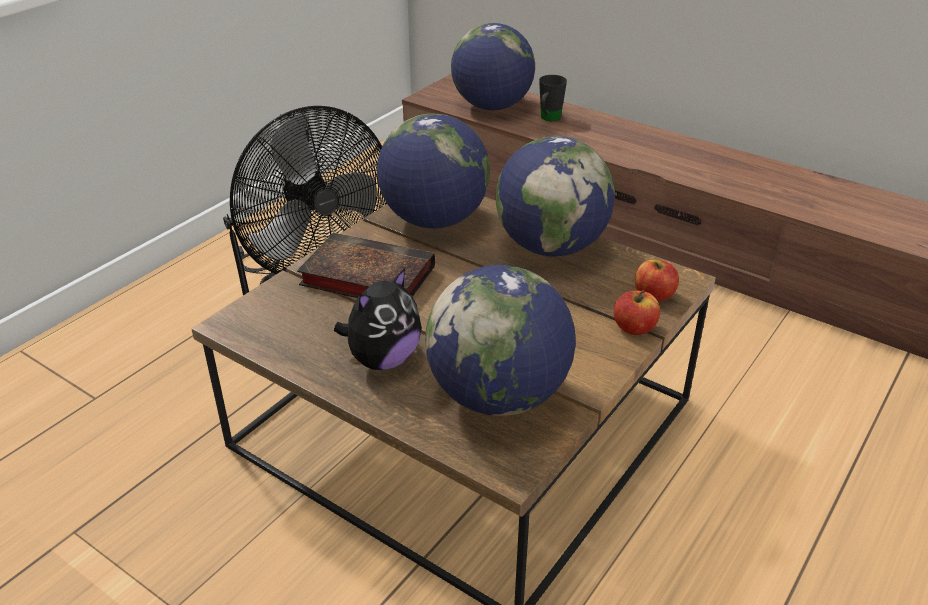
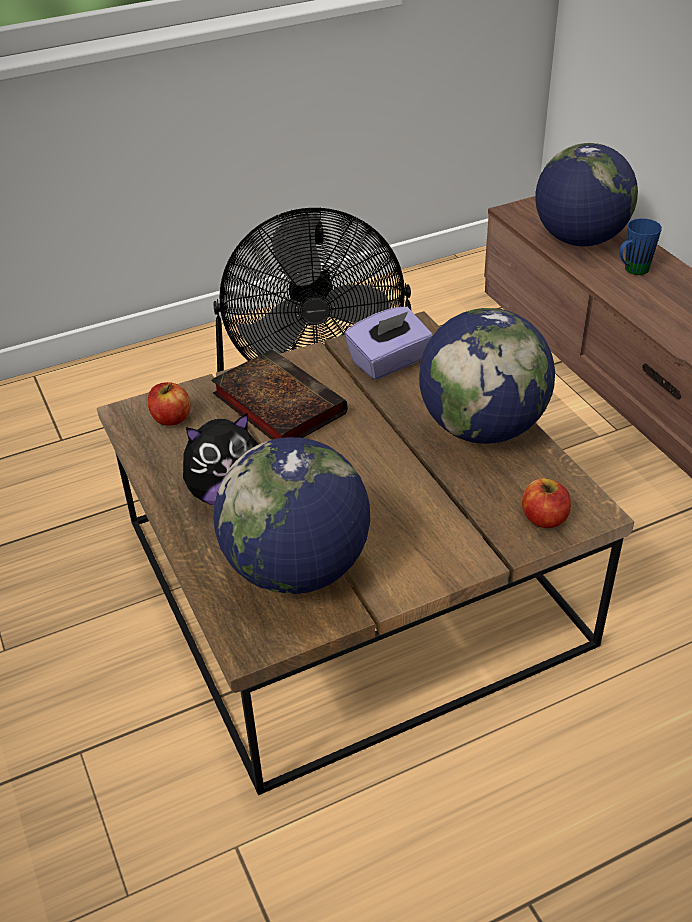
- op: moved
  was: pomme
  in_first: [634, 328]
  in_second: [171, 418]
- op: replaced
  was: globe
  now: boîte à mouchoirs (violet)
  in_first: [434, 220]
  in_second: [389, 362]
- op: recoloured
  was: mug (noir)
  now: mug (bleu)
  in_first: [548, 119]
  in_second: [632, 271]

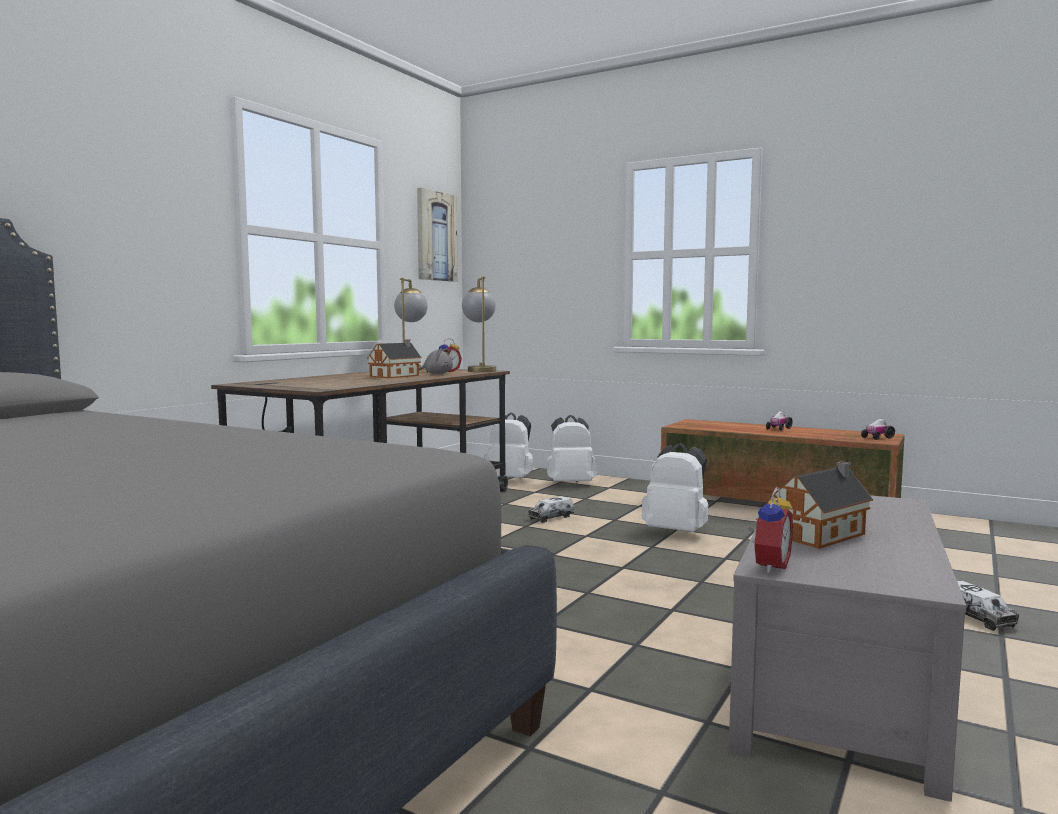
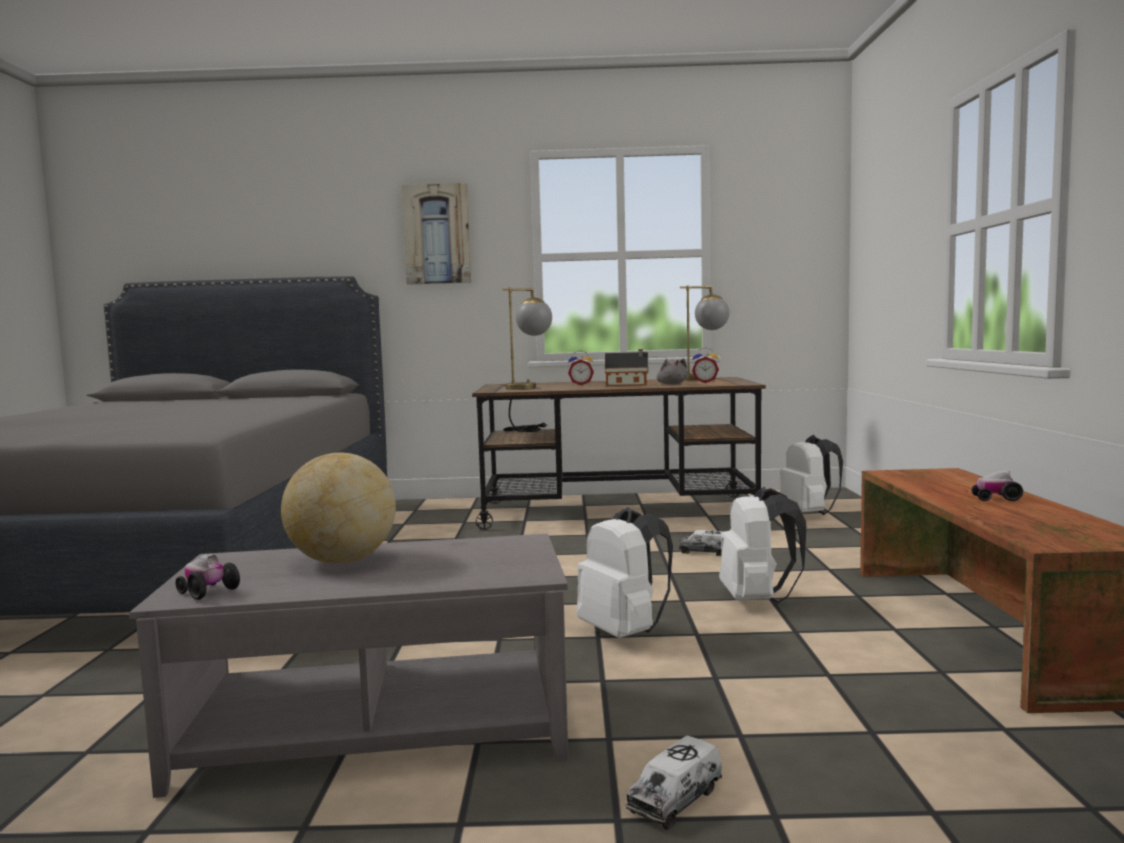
- op: moved
  was: tableau
  in_first: [436, 236]
  in_second: [437, 234]
- op: moved
  was: lampe de table
  in_first: [480, 370]
  in_second: [529, 387]
- op: moved
  was: sac à dos (blanc)
  in_first: [570, 484]
  in_second: [624, 632]
- op: moved
  was: réveil
  in_first: [768, 566]
  in_second: [581, 384]
- op: moved
  was: petite voiture
  in_first: [877, 438]
  in_second: [207, 592]
- op: replaced
  was: maison miniature
  now: globe
  in_first: [821, 534]
  in_second: [342, 561]

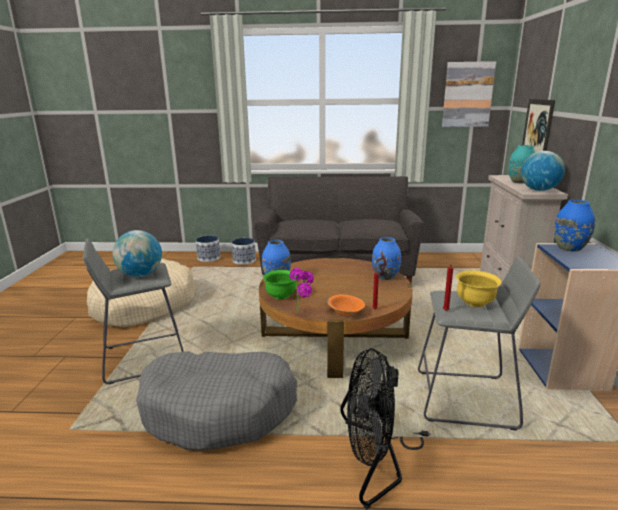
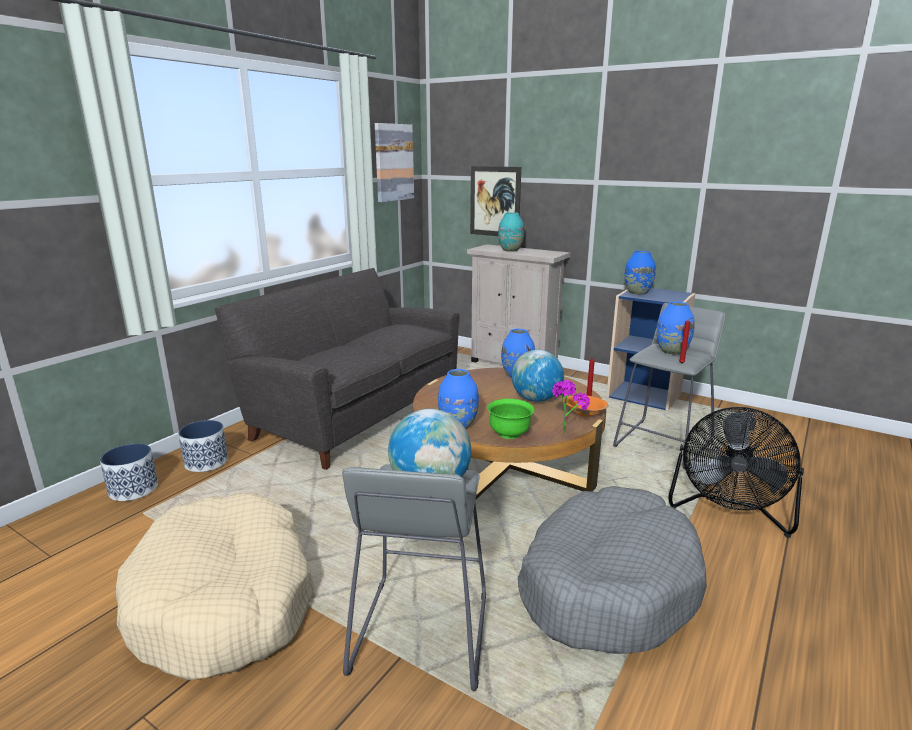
- op: moved
  was: globe
  in_first: [539, 190]
  in_second: [536, 399]
- op: replaced
  was: bol (jaune)
  now: vase (bleu)
  in_first: [475, 303]
  in_second: [671, 351]

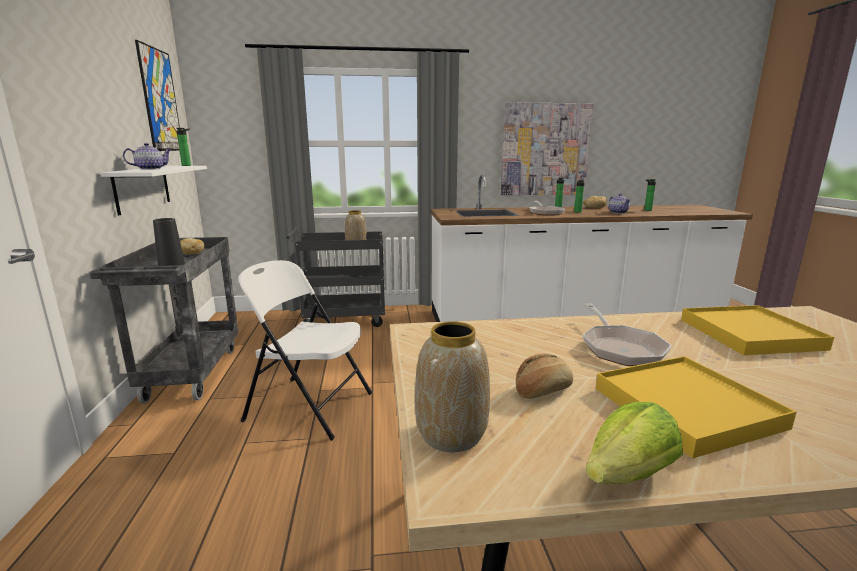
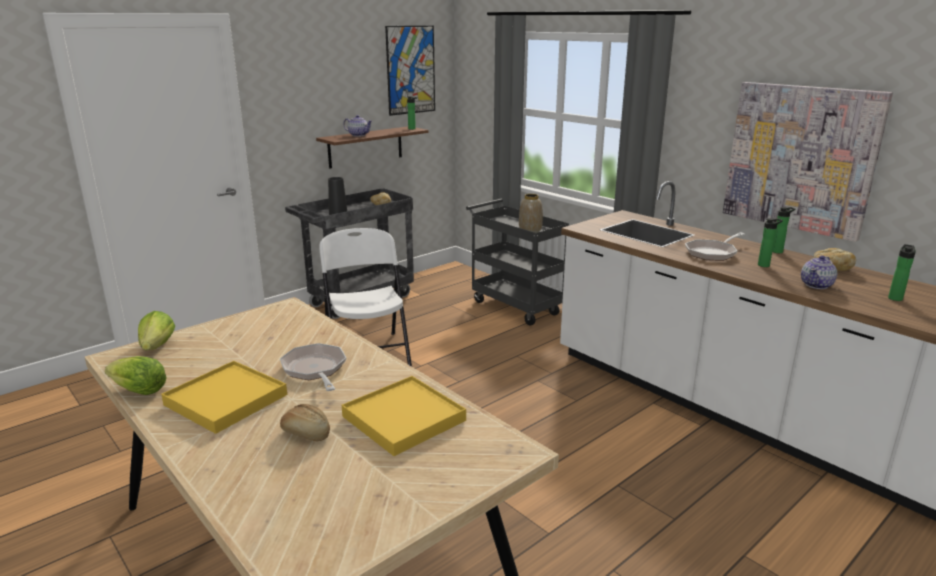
- op: moved
  was: pain
  in_first: [542, 390]
  in_second: [306, 433]
- op: replaced
  was: vase
  now: laitue
  in_first: [451, 434]
  in_second: [157, 346]
- op: recoloured
  was: étagère (blanc)
  now: étagère (marron)
  in_first: [142, 188]
  in_second: [365, 147]
- op: turned
  was: poêle
  in_first: [620, 348]
  in_second: [315, 370]
  clockwise: 105

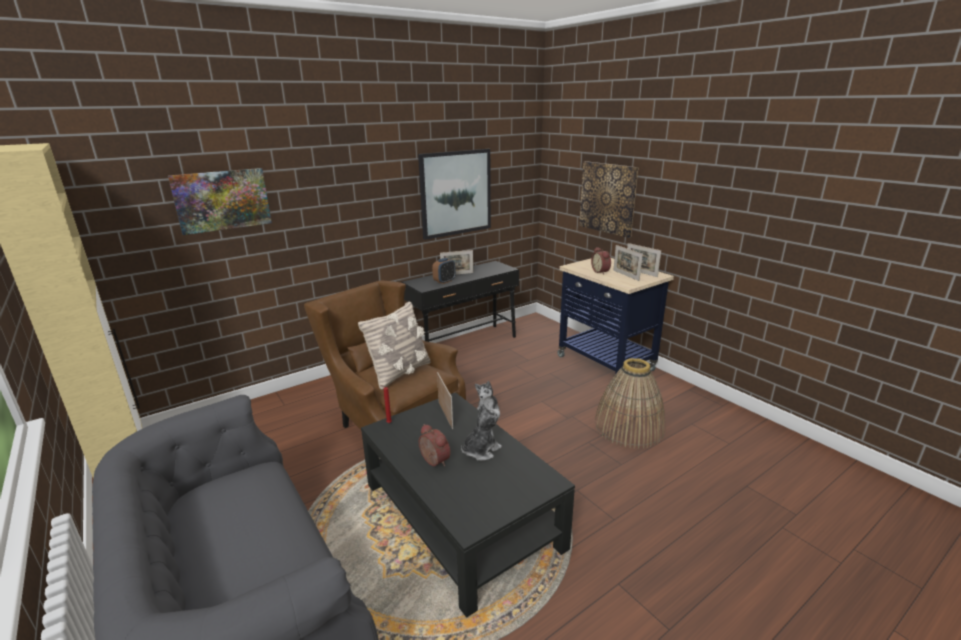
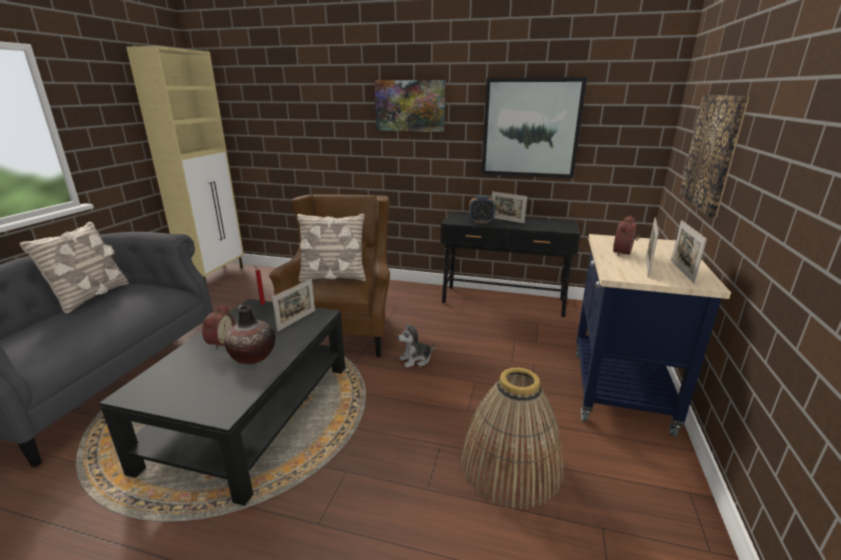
- op: added
  now: coussin (beige)
  in_second: [91, 297]
- op: moved
  was: tableau
  in_first: [222, 200]
  in_second: [410, 106]
- op: replaced
  was: peluche
  now: vase
  in_first: [481, 450]
  in_second: [253, 356]

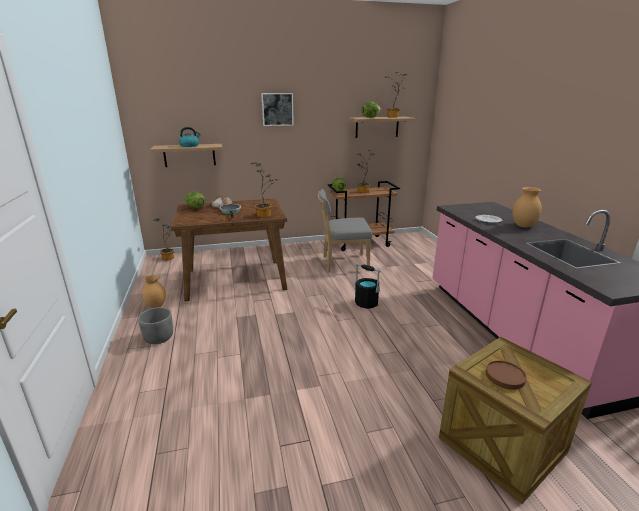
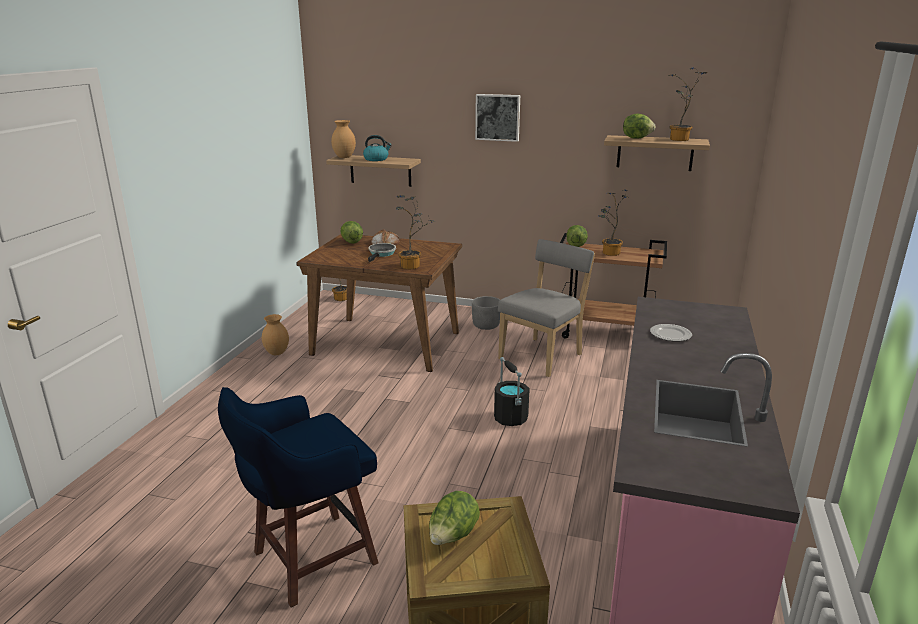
- op: added
  now: tabouret (bleu)
  in_second: [310, 560]
- op: moved
  was: cache-pot (gris)
  in_first: [158, 338]
  in_second: [486, 326]
- op: moved
  was: vase (marron)
  in_first: [523, 226]
  in_second: [344, 157]
- op: replaced
  was: assiette (marron)
  now: laitue
  in_first: [505, 376]
  in_second: [453, 537]
- op: turned
  was: chaise (gris)
  in_first: [343, 263]
  in_second: [543, 355]
  clockwise: 105

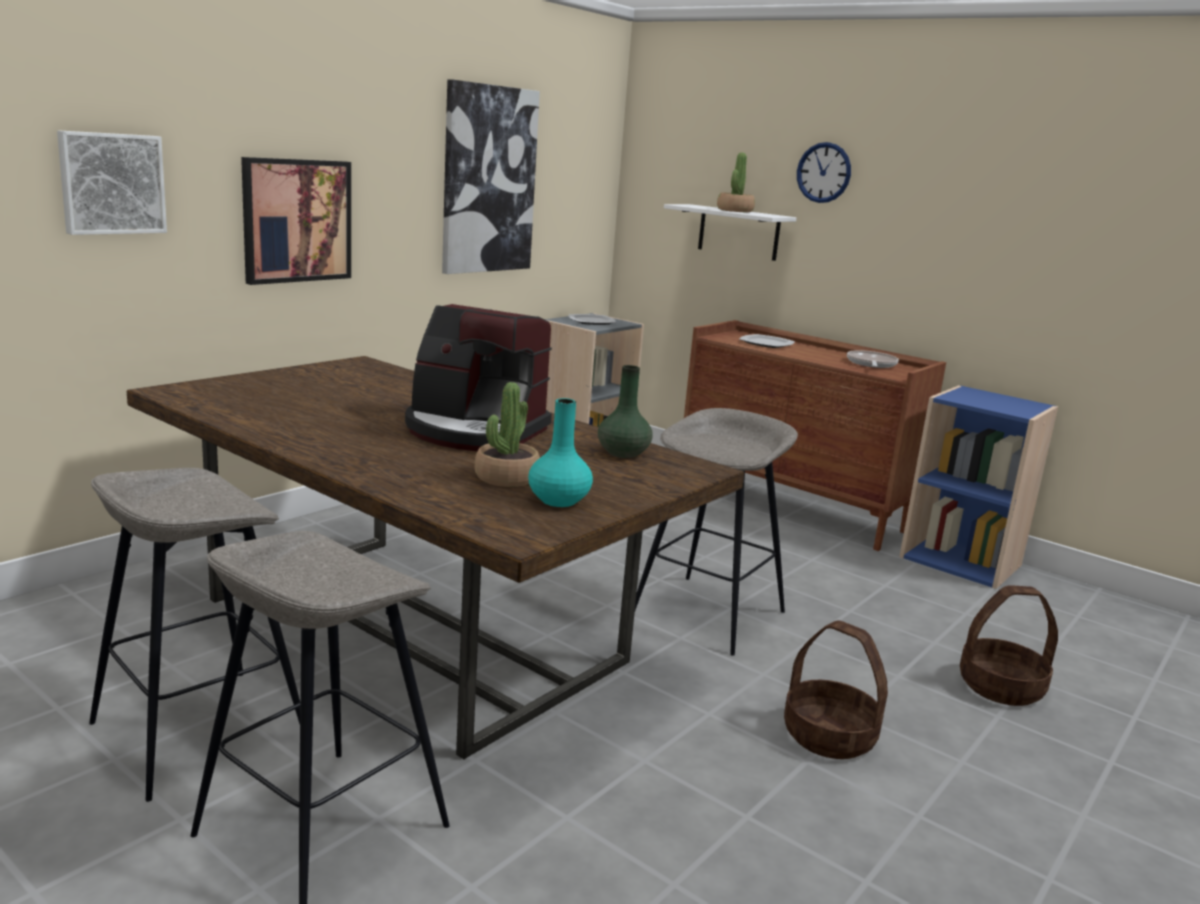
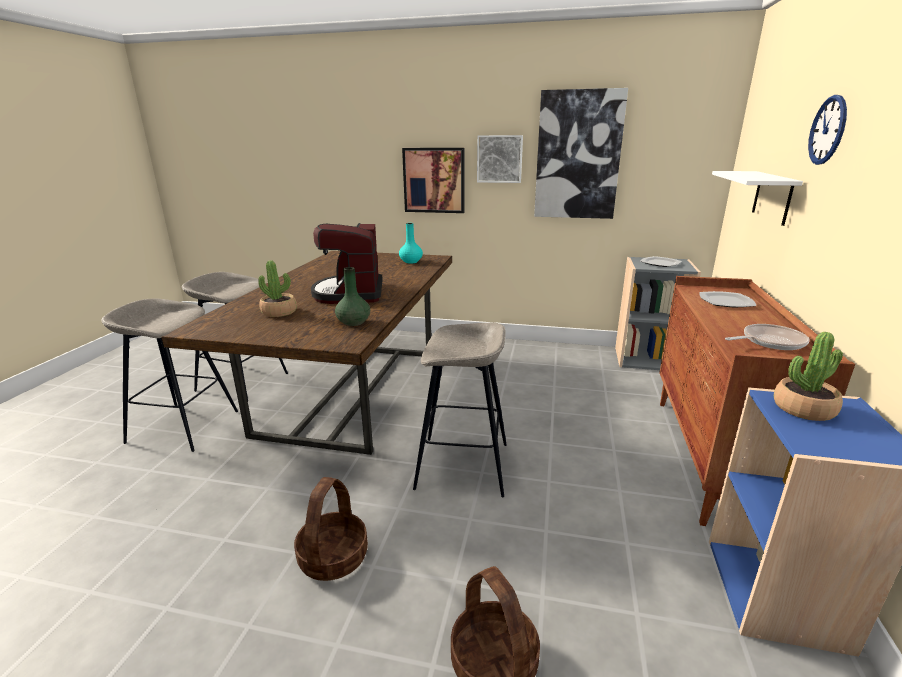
- op: moved
  was: tableau
  in_first: [111, 183]
  in_second: [499, 159]
- op: moved
  was: vase (turquoise)
  in_first: [558, 500]
  in_second: [411, 261]
- op: moved
  was: plante en pot
  in_first: [734, 210]
  in_second: [803, 408]

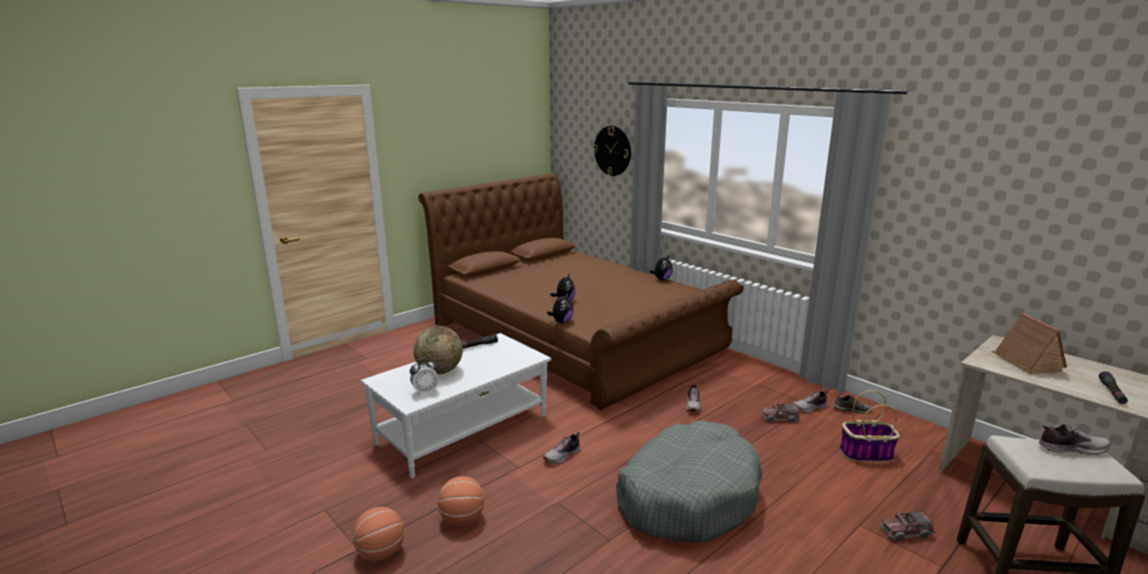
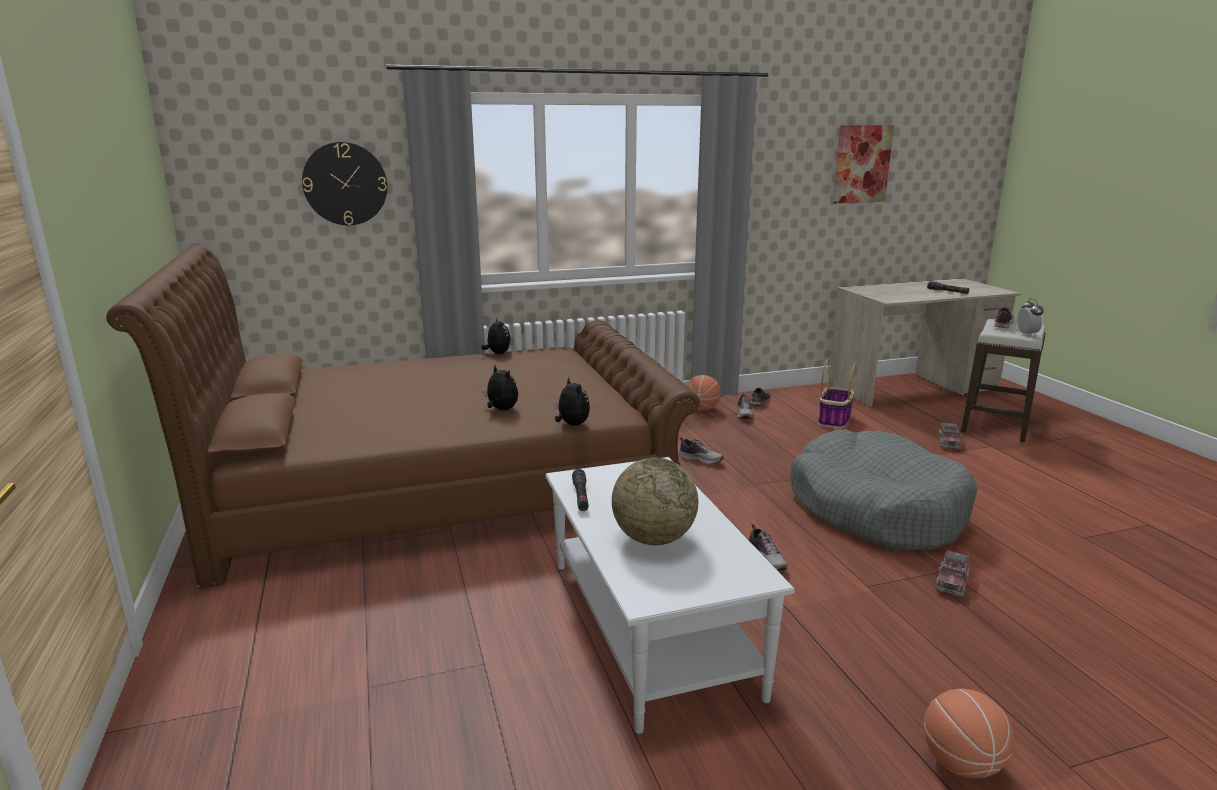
- op: removed
  was: maison miniature
  in_first: [1026, 362]
- op: added
  now: tableau
  in_second: [861, 164]
- op: moved
  was: réveil
  in_first: [425, 392]
  in_second: [1027, 334]
- op: moved
  was: ballon de basket
  in_first: [462, 519]
  in_second: [701, 409]
- op: moved
  was: camion jouet
  in_first: [780, 418]
  in_second: [951, 582]

